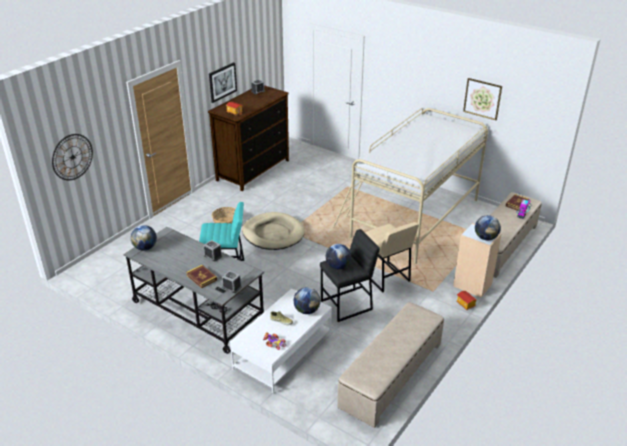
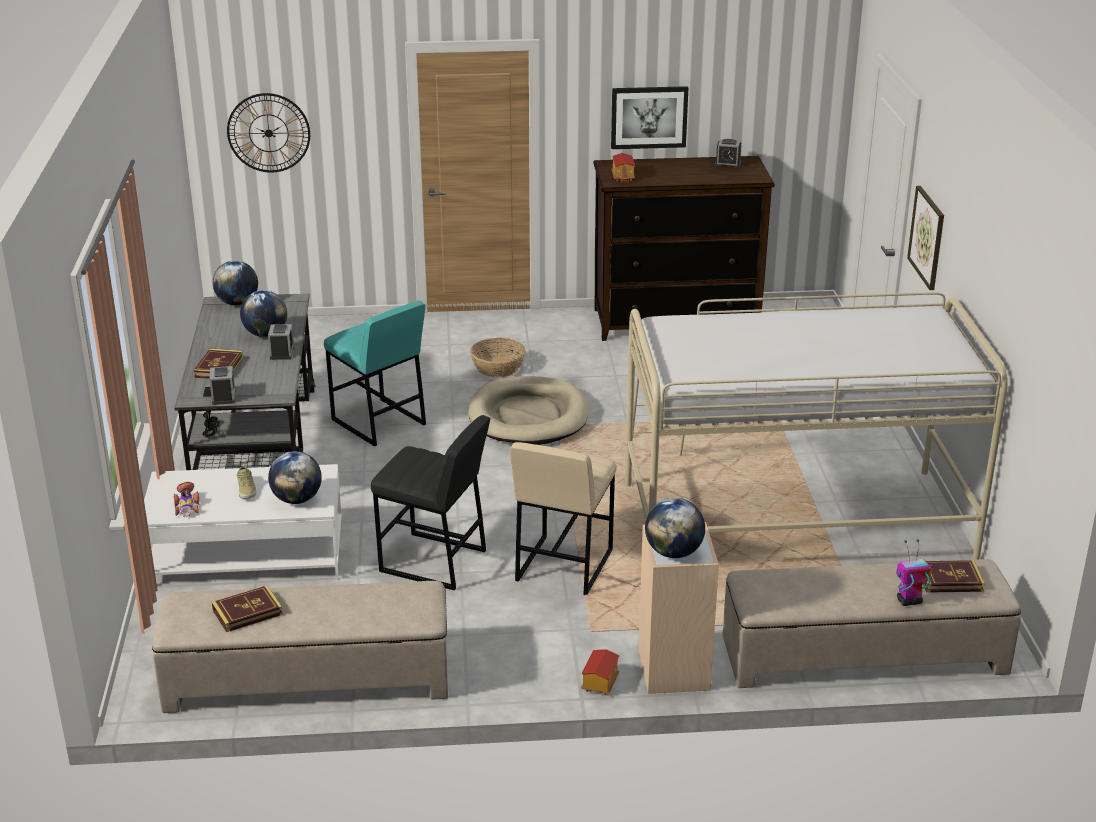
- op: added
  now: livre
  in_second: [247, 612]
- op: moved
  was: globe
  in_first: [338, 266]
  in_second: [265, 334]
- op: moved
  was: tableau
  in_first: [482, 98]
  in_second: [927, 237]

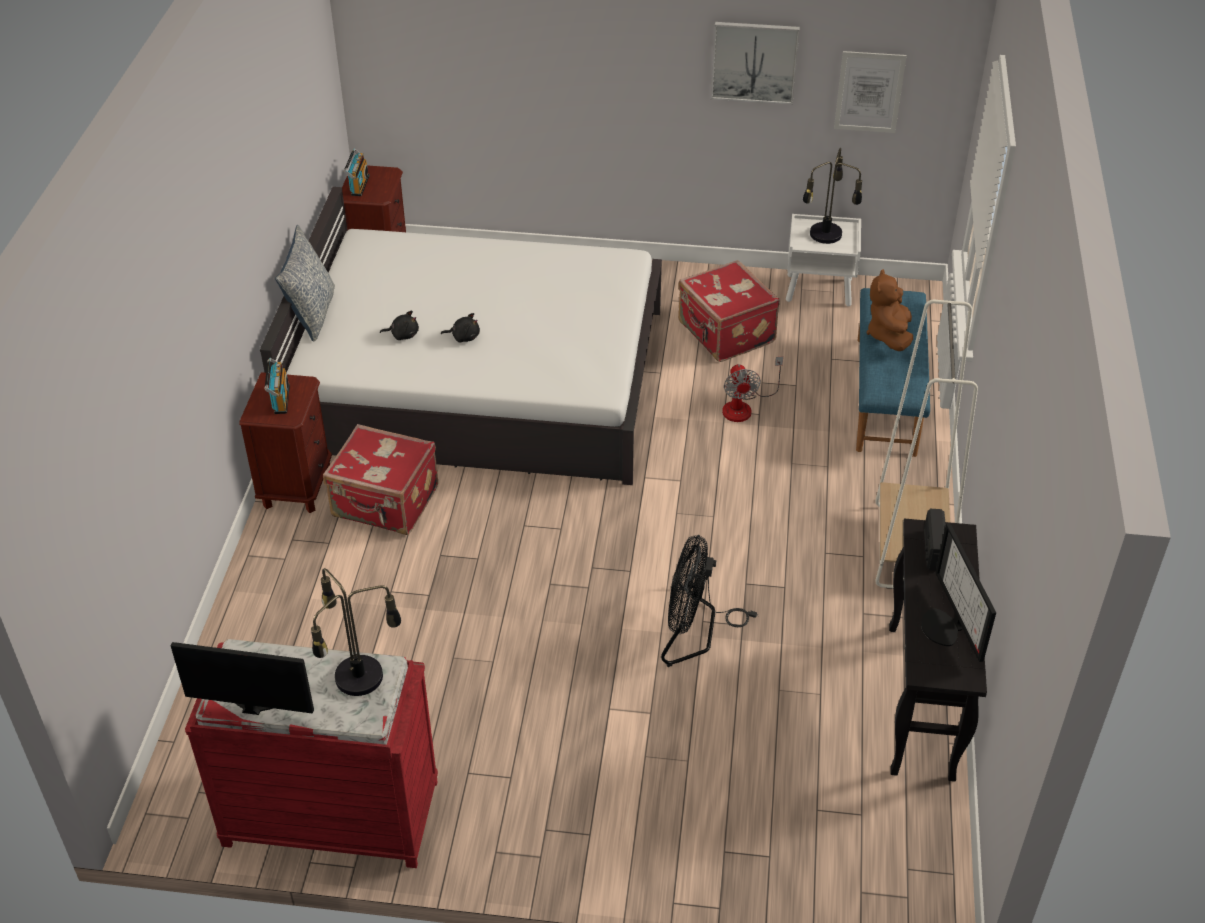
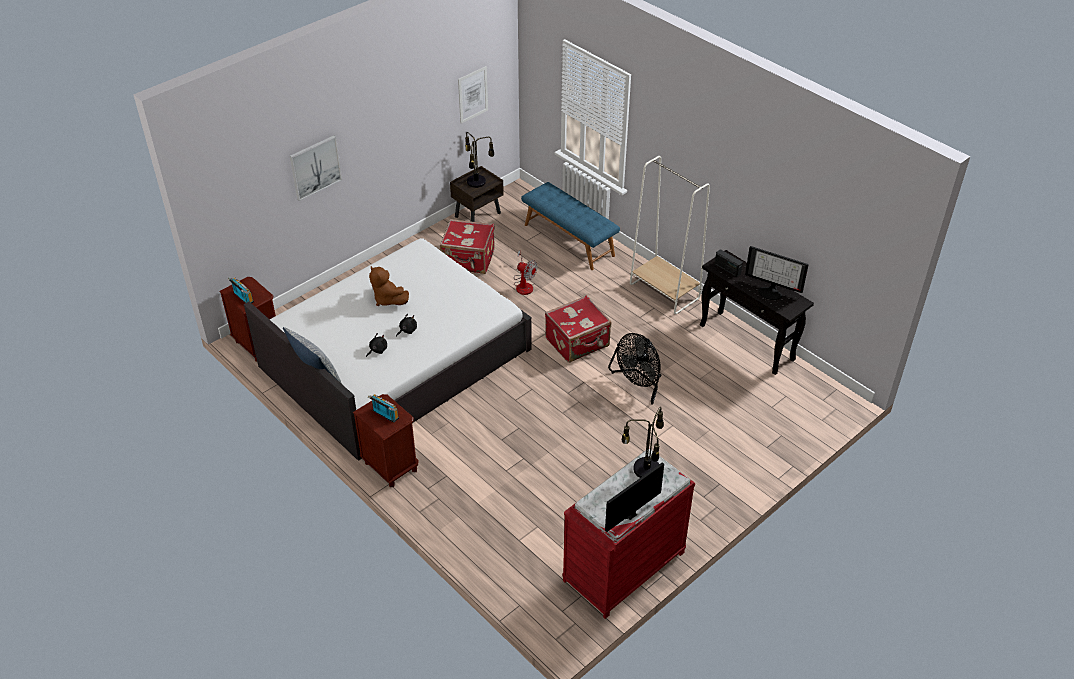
- op: moved
  was: valise (rouge)
  in_first: [385, 503]
  in_second: [578, 343]
- op: moved
  was: tableau
  in_first: [754, 62]
  in_second: [315, 167]
- op: moved
  was: peluche (marron)
  in_first: [889, 335]
  in_second: [388, 299]
- op: recoloured
  was: table de chevet (blanc)
  now: table de chevet (marron)
  in_first: [819, 290]
  in_second: [478, 215]

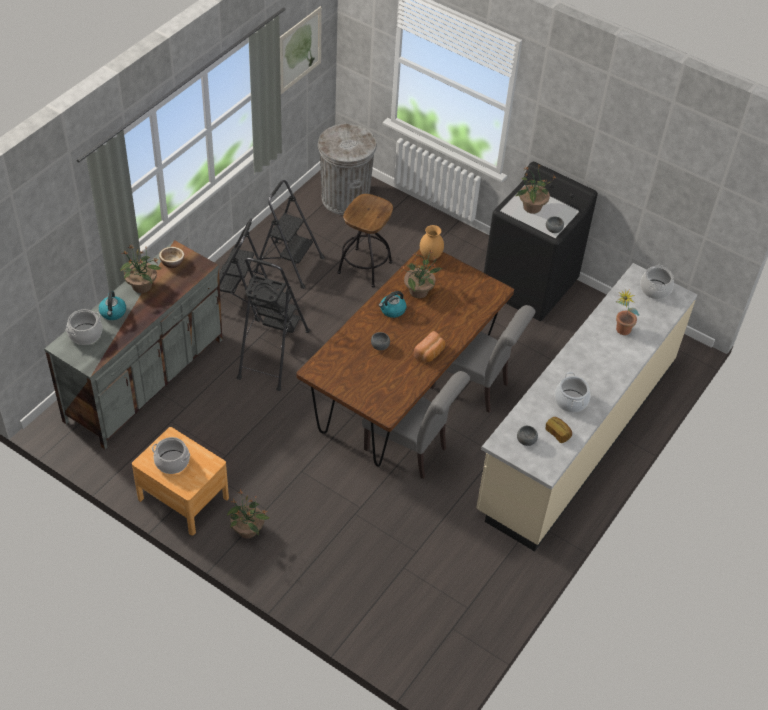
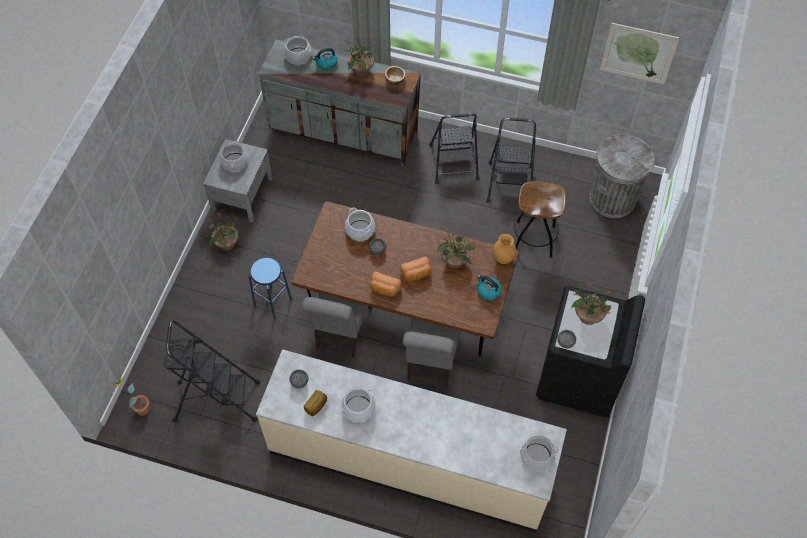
- op: added
  now: tabouret (bleu)
  in_second: [272, 302]
- op: added
  now: marmite
  in_second: [360, 230]
- op: added
  now: pain
  in_second: [416, 274]
- op: moved
  was: escabeau
  in_first: [273, 354]
  in_second: [215, 400]
- op: moved
  was: bouilloire
  in_first: [392, 310]
  in_second: [488, 291]
- op: moved
  was: plante en pot
  in_first: [620, 332]
  in_second: [139, 407]
- op: recoloured
  was: table de chevet (marron)
  now: table de chevet (gris)
  in_first: [183, 498]
  in_second: [242, 194]

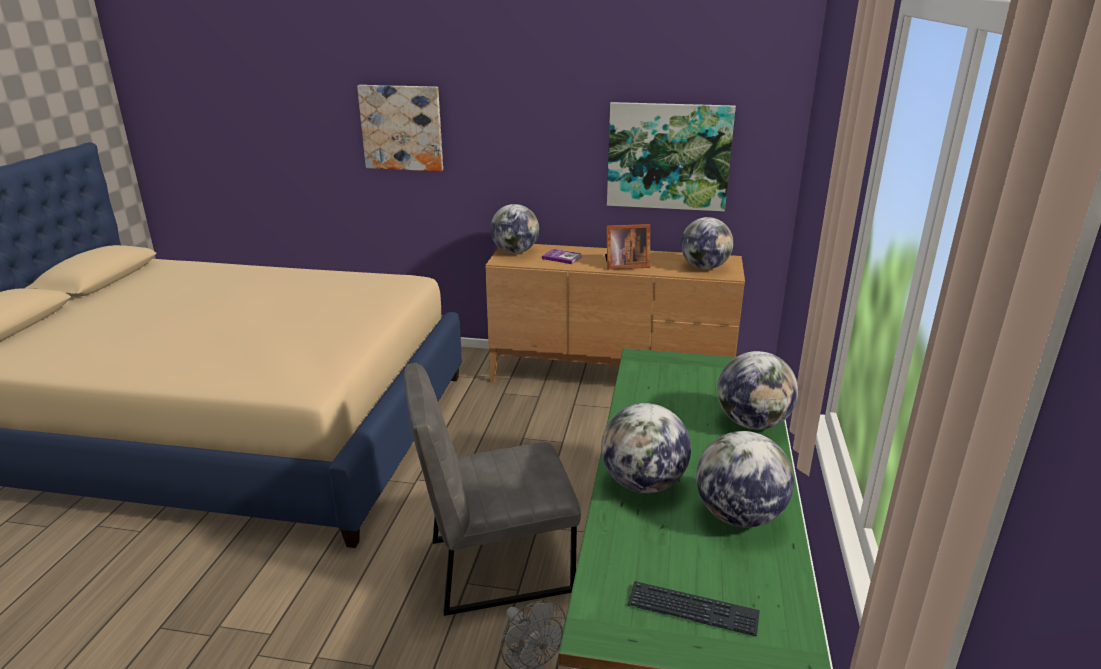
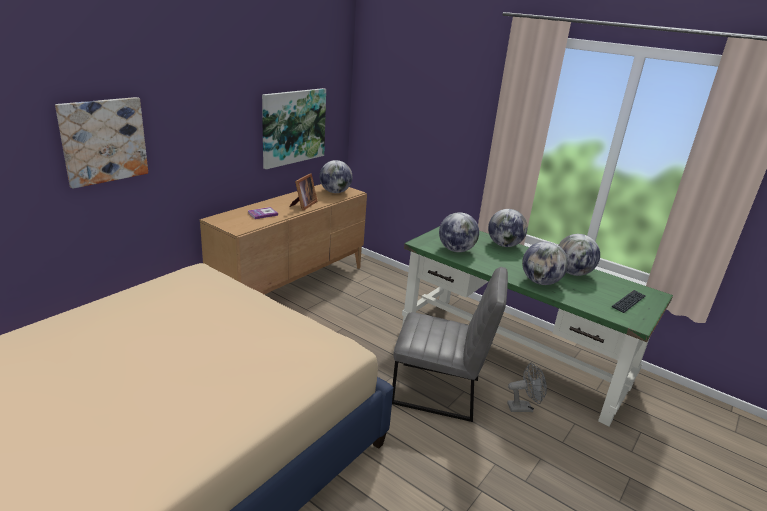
- op: moved
  was: globe
  in_first: [515, 252]
  in_second: [456, 250]
- op: turned
  was: chaise (gris)
  in_first: [495, 565]
  in_second: [439, 392]
  clockwise: -90

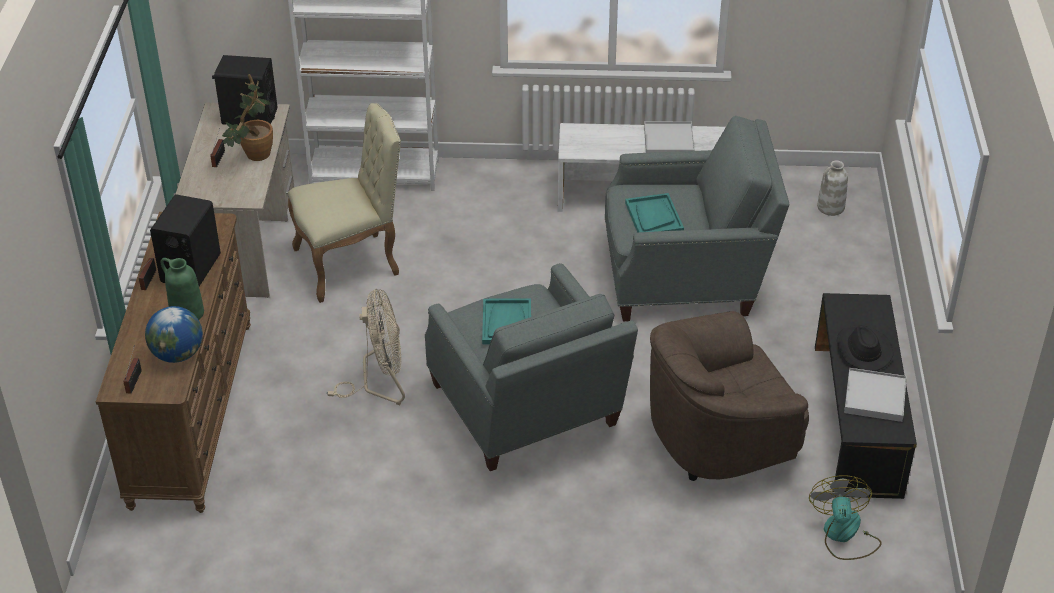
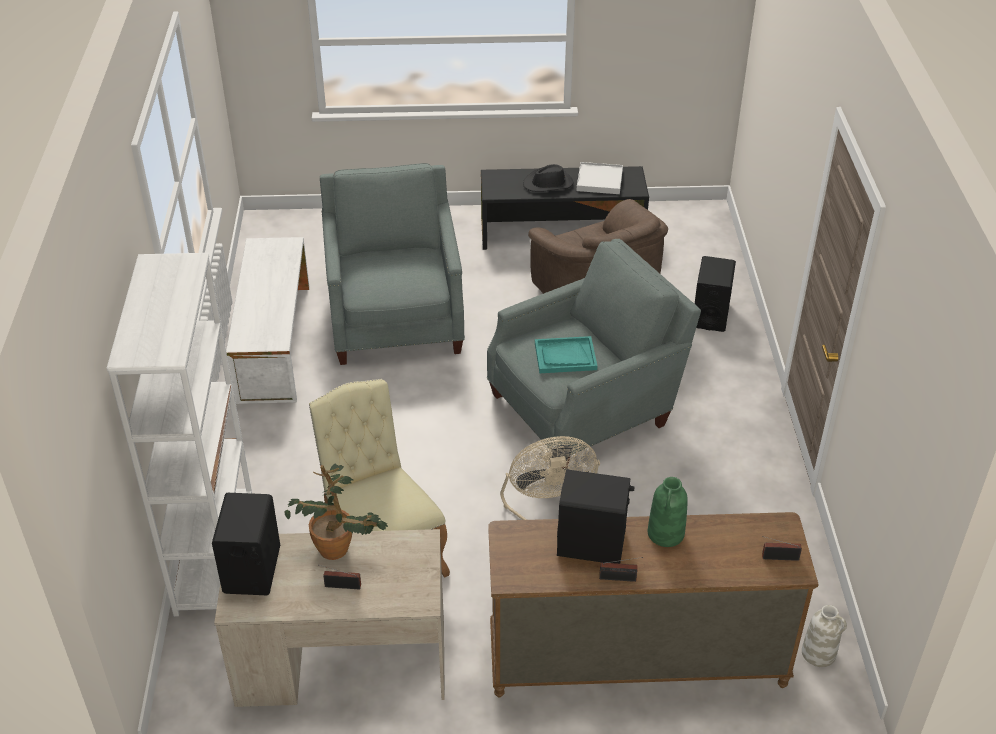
- op: removed
  was: globe
  in_first: [178, 354]
- op: removed
  was: plateau (turquoise)
  in_first: [653, 217]
- op: removed
  was: plateau (blanc)
  in_first: [669, 141]
- op: removed
  was: ventilateur
  in_first: [844, 535]
- op: added
  now: enceinte (noir)
  in_second: [710, 315]
- op: moved
  was: vase (blanc)
  in_first: [830, 207]
  in_second: [819, 653]

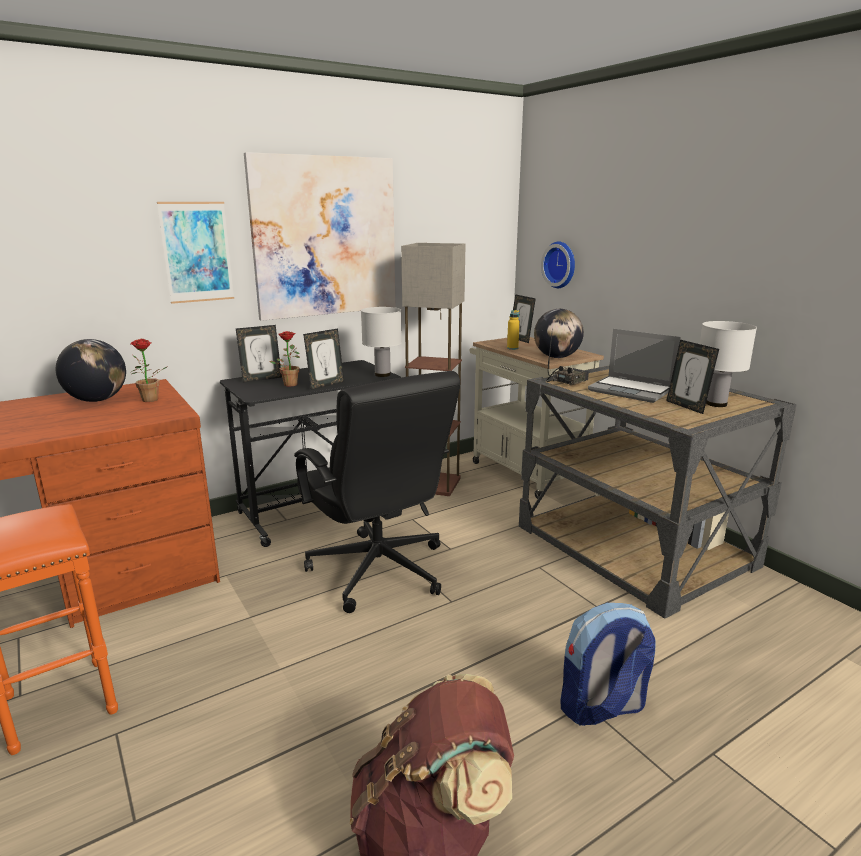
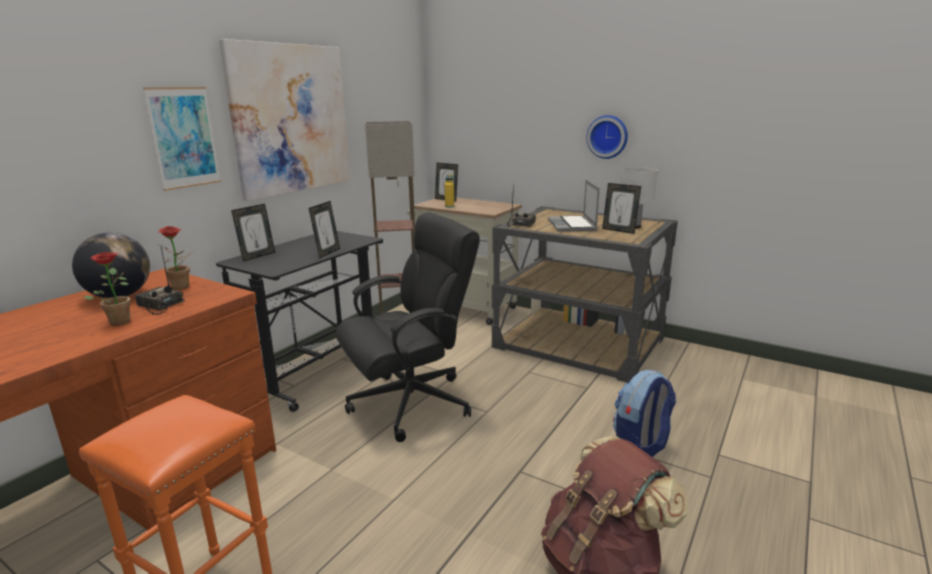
- op: removed
  was: lampe de table (blanc)
  in_first: [382, 374]
- op: removed
  was: globe
  in_first: [556, 357]
- op: added
  now: radio
  in_second: [159, 306]
- op: moved
  was: plante en pot
  in_first: [290, 383]
  in_second: [119, 321]
- op: moved
  was: horloge murale
  in_first: [561, 264]
  in_second: [608, 136]
- op: turned
  was: chaise de bureau (noir)
  in_first: [378, 569]
  in_second: [410, 403]
  clockwise: -60
- op: turned
  was: ordinateur portable
  in_first: [632, 391]
  in_second: [572, 225]
  clockwise: 75

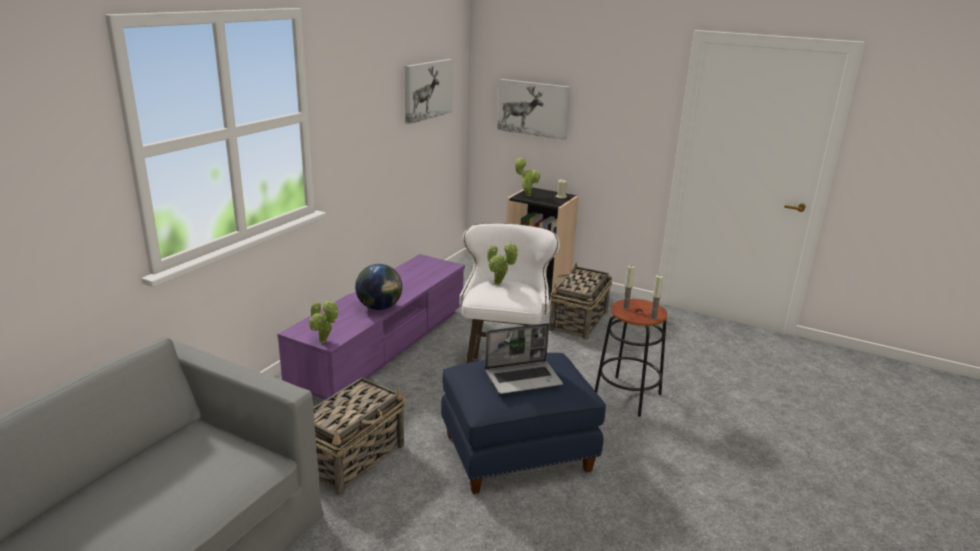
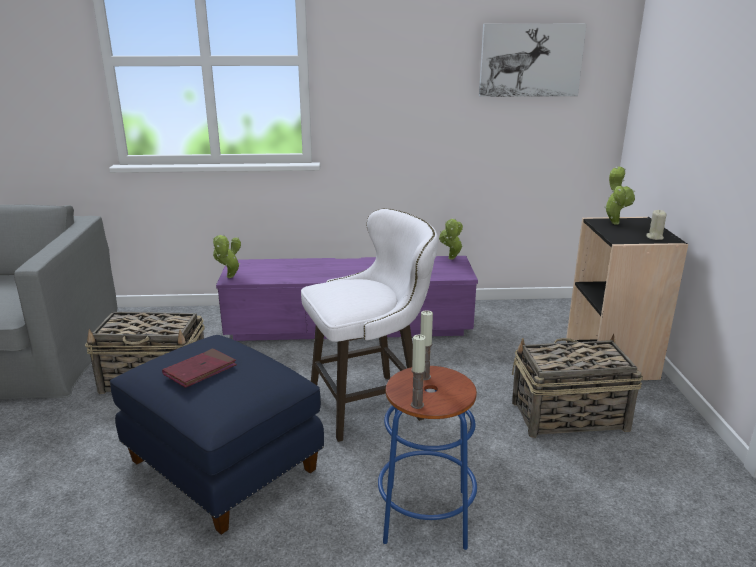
- op: removed
  was: globe
  in_first: [379, 307]
- op: removed
  was: tableau
  in_first: [533, 108]
- op: moved
  was: plante en pot
  in_first: [499, 284]
  in_second: [451, 259]
- op: replaced
  was: ordinateur portable
  now: livre (rouge)
  in_first: [523, 378]
  in_second: [200, 370]
- op: recoloured
  was: tabouret (noir)
  now: tabouret (bleu)
  in_first: [627, 396]
  in_second: [426, 515]

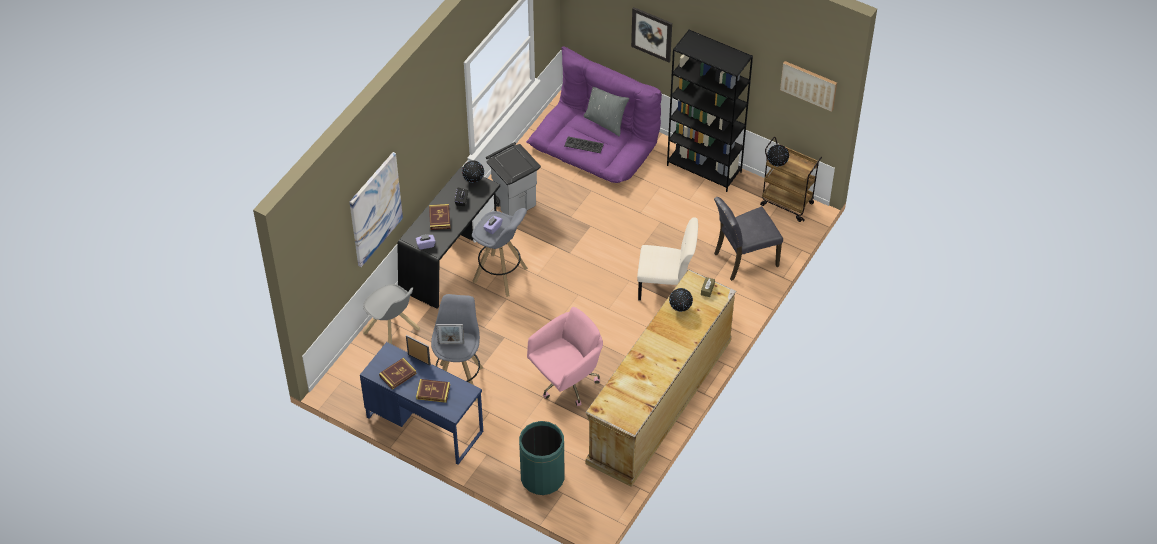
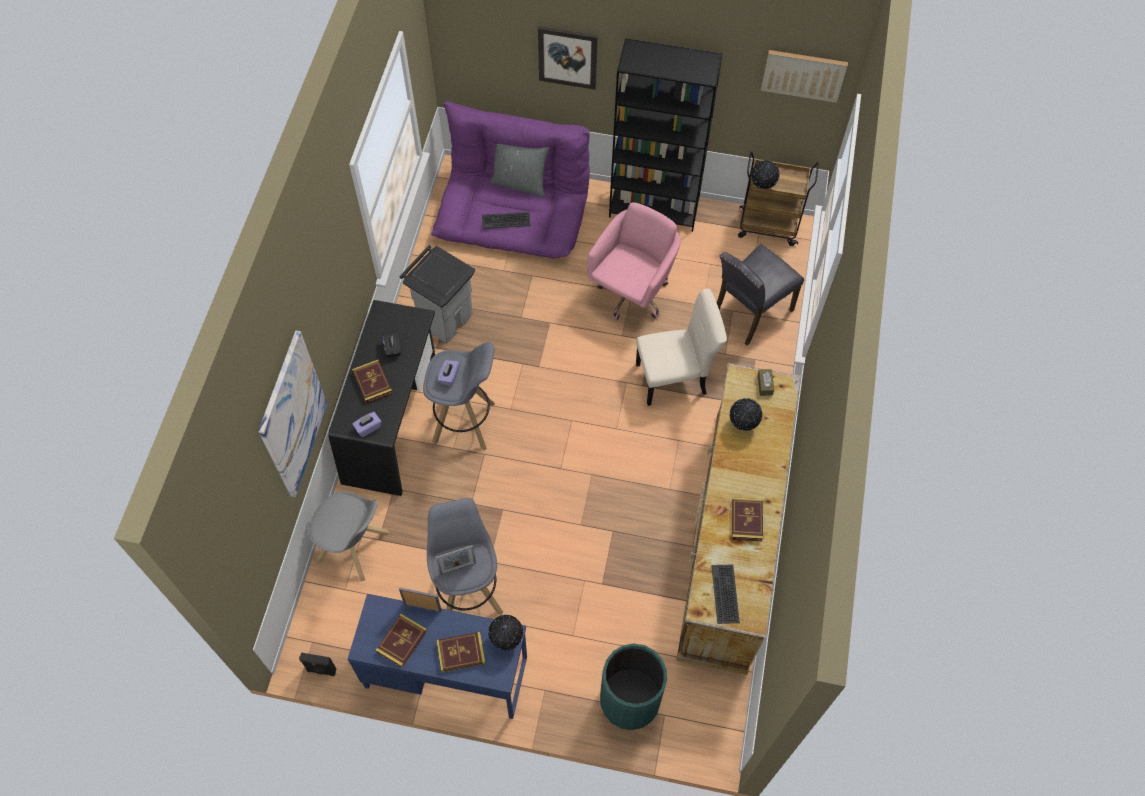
- op: added
  now: enceinte (noir)
  in_second: [321, 670]
- op: added
  now: clavier
  in_second: [725, 594]
- op: added
  now: livre
  in_second: [746, 520]
- op: moved
  was: globe
  in_first: [473, 181]
  in_second: [506, 639]
- op: moved
  was: chaise de bureau (rose)
  in_first: [566, 384]
  in_second: [631, 296]

